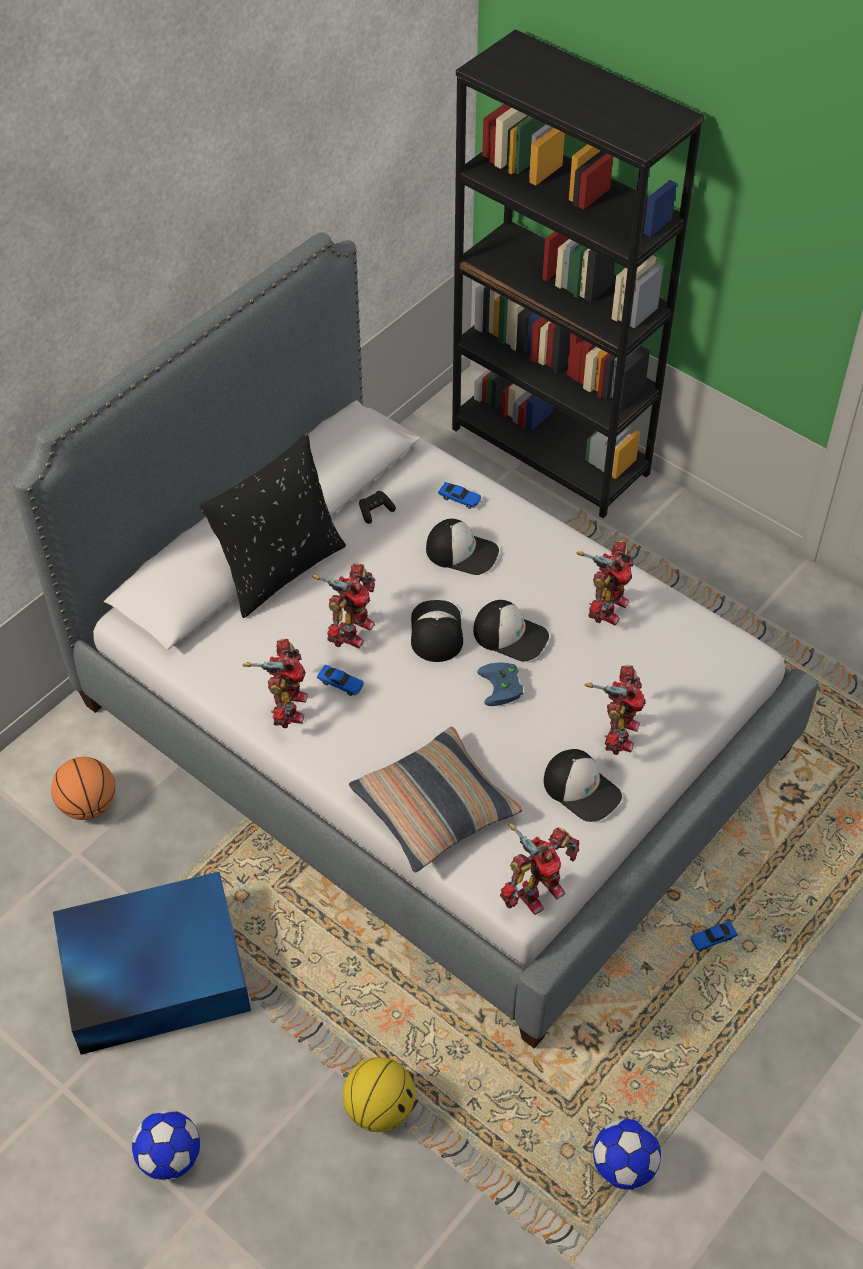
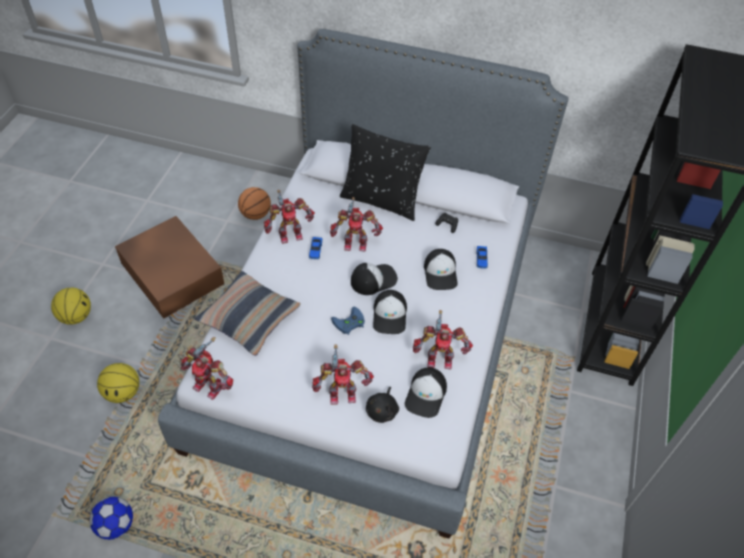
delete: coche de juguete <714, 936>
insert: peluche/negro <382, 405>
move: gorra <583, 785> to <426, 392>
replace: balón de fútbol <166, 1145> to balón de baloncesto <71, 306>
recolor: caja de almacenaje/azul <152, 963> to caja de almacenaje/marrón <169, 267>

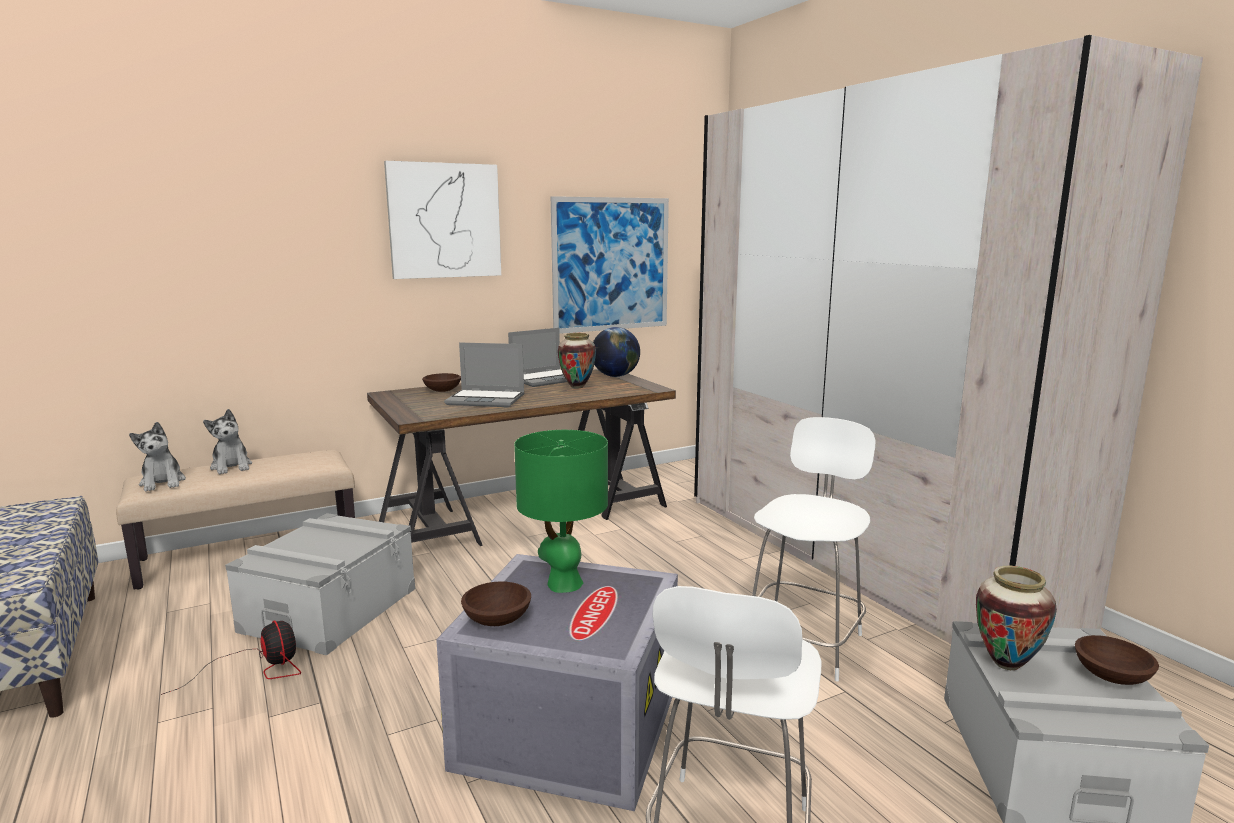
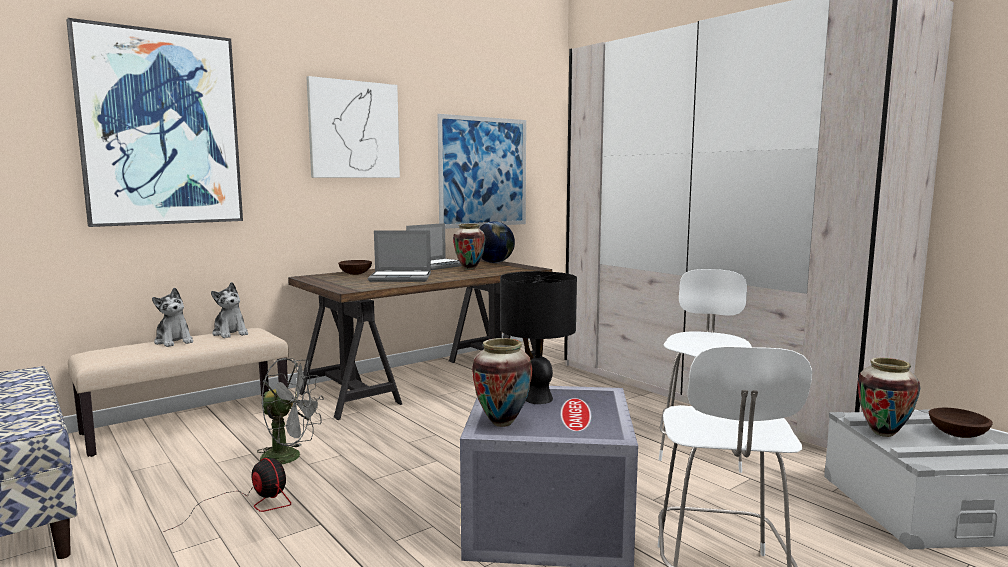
insert: cuadro <154, 122>
move: peluche <157, 456> to <229, 310>
replace: caja de almacenaje/gris <320, 584> to ventilador/gris <290, 411>; cuenco/marrón <496, 603> to florero <502, 382>
recolor: lámpara de mesa/verde <561, 511> to lámpara de mesa/negro <538, 337>

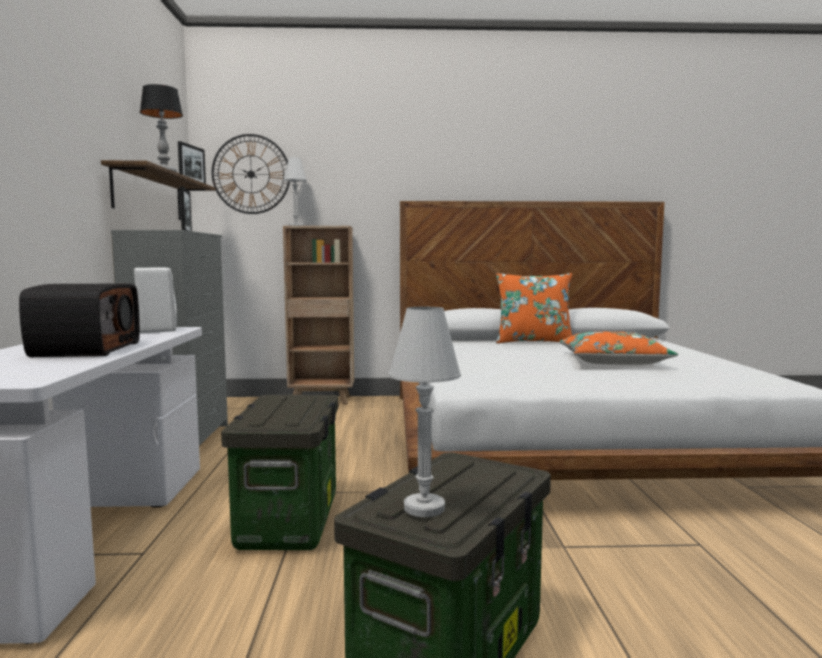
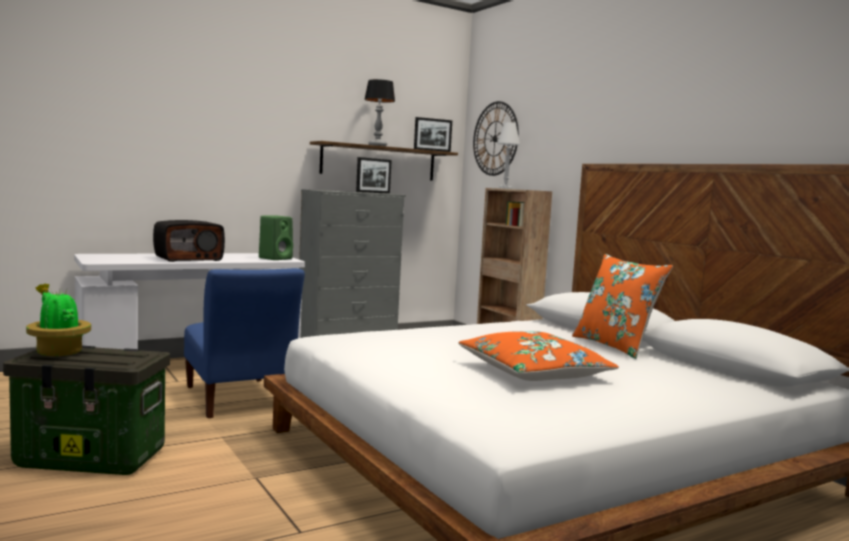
replace: caja de almacenaje <279, 472> to silla/azul <244, 343>; lámpara de mesa/blanco <425, 412> to planta en maceta <58, 320>
recolor: altavoz/blanco <155, 300> to altavoz/verde <276, 238>

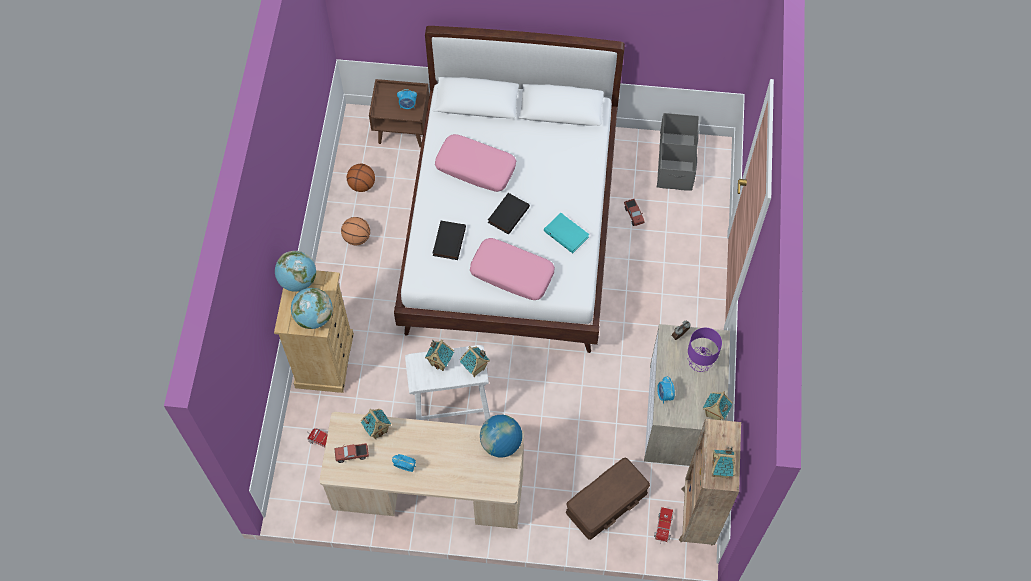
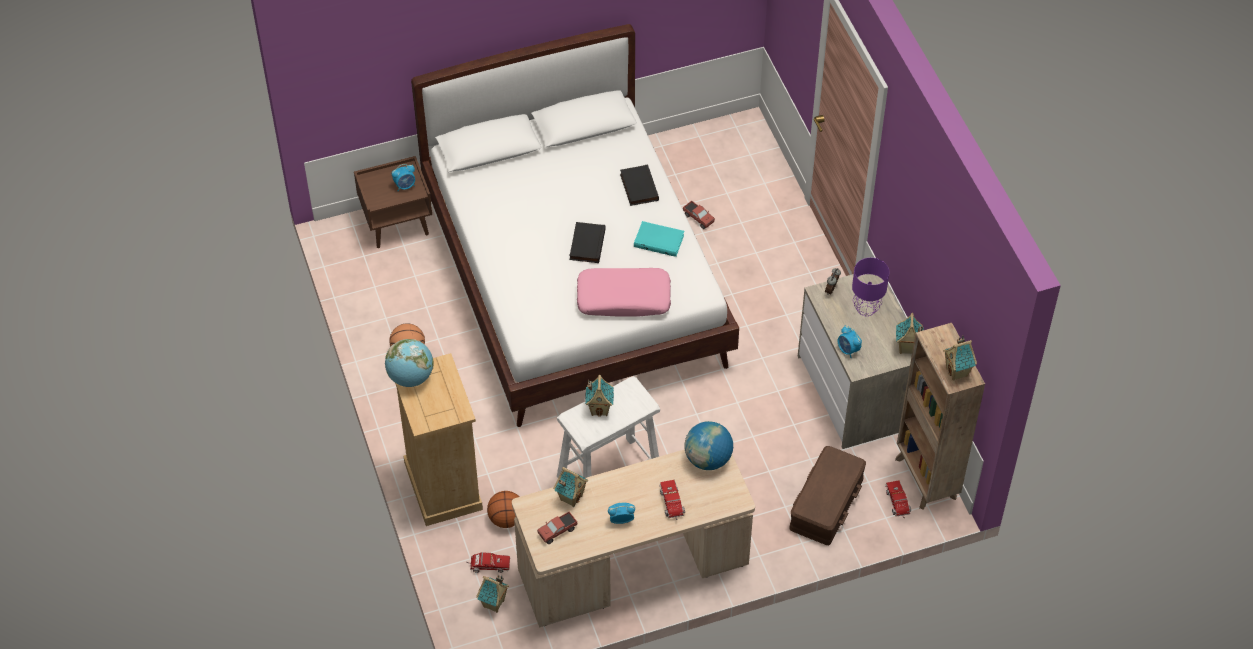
delete: globo terráqueo <312, 308>; cojín/rosa <475, 163>; caja de almacenaje/gris <678, 152>
insert: camión de juguete <672, 500>
move: balón de baloncesto <361, 178> to <503, 509>; libro/negro <449, 240> to <639, 185>; casita <475, 361> to <492, 594>

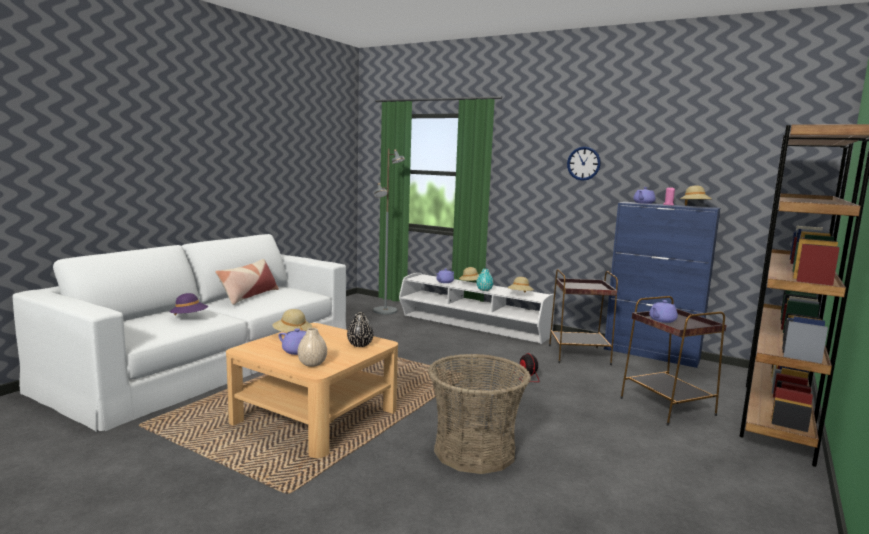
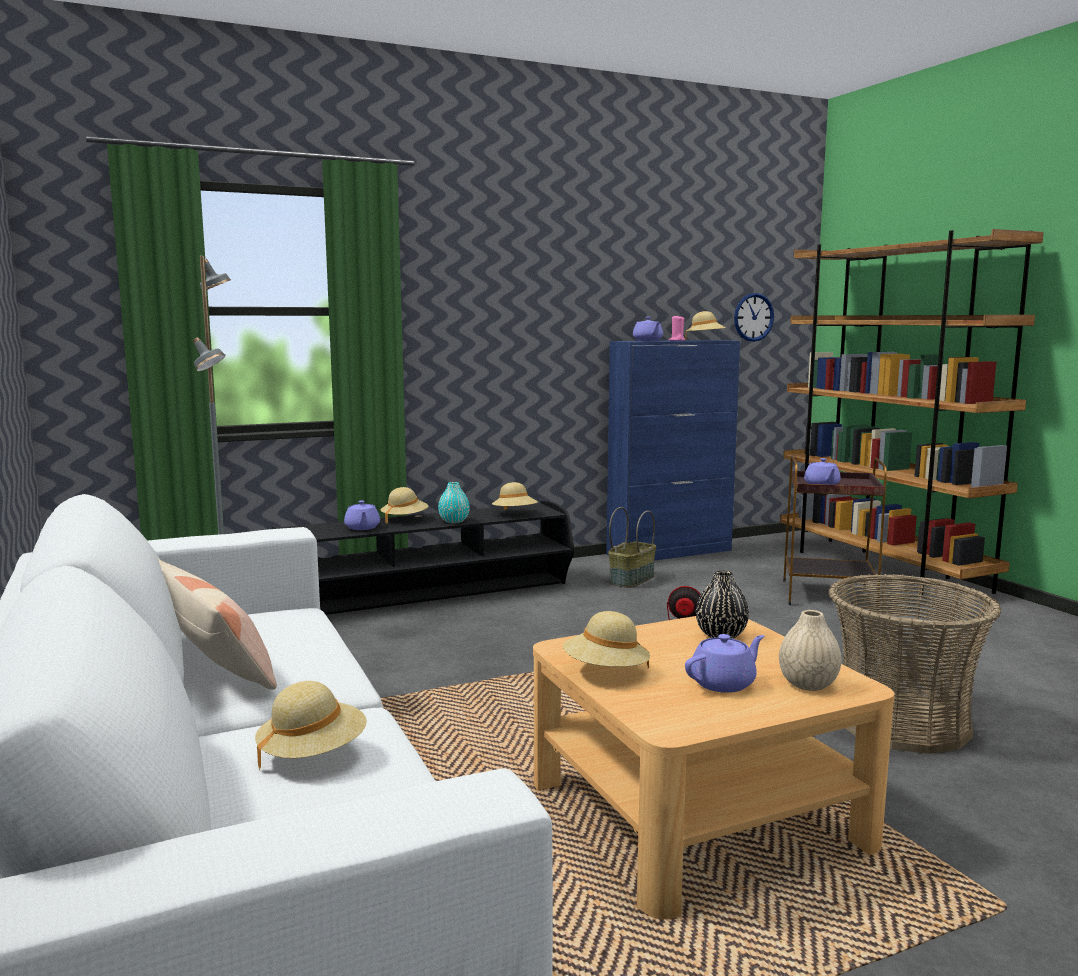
move: reloj de pared <584, 164> to <754, 317>
replace: mesa auxiliar/marrón <583, 317> to cesta <632, 547>
recolor: sombrero/morado <189, 304> to sombrero/beis <311, 725>; mueble de televisión/blanco <477, 308> to mueble de televisión/negro <423, 558>

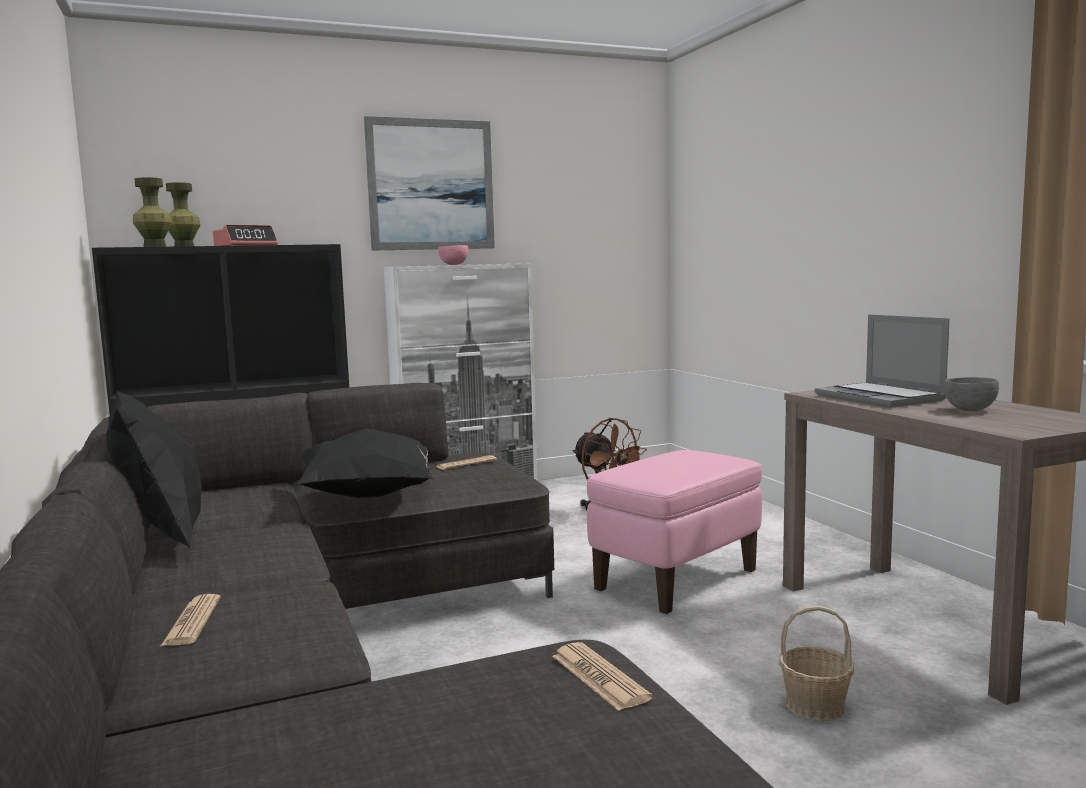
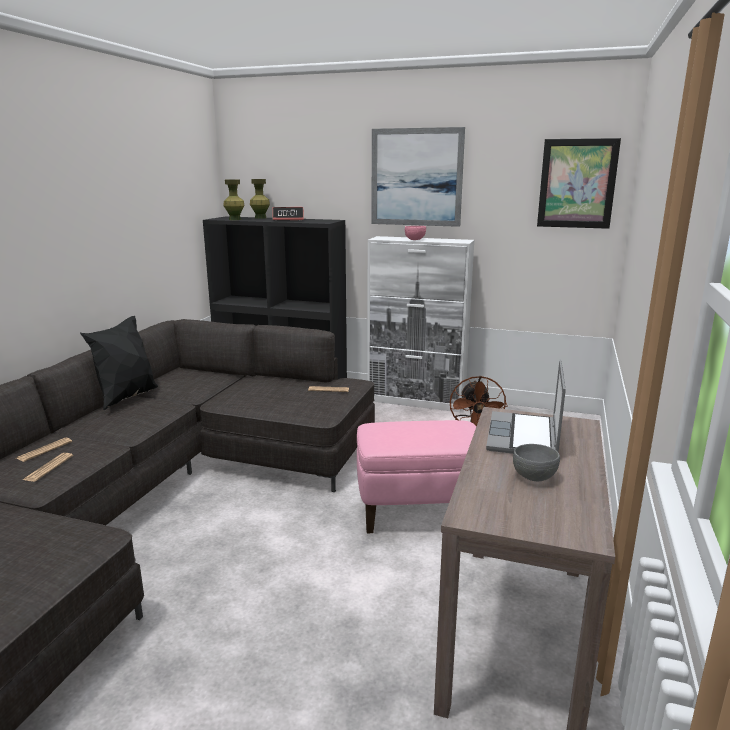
delete: cojín/negro <363, 463>; cesta <816, 663>
insert: cuadro <579, 183>
move: periódico <602, 676> to <48, 467>

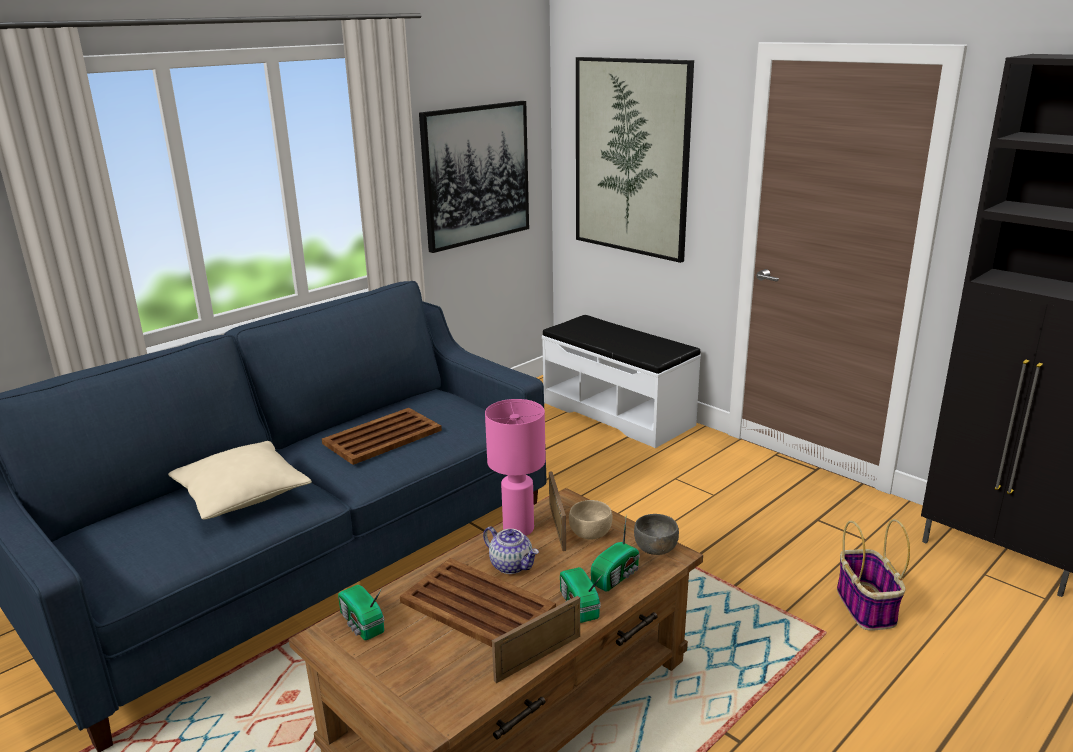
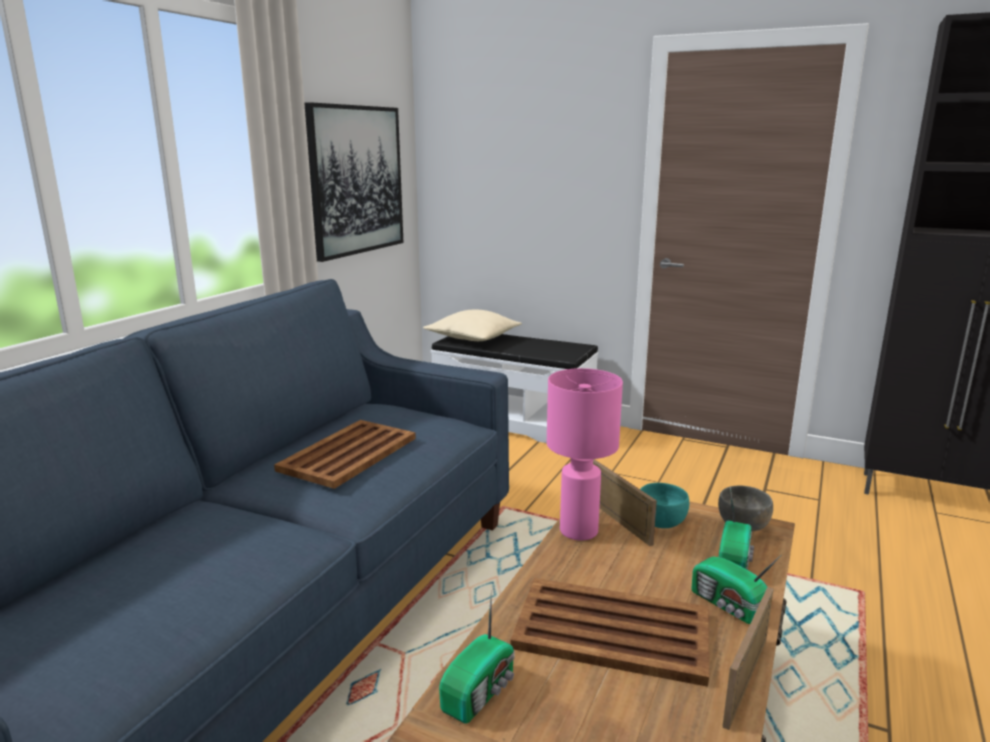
delete: tetera <511, 550>; cuadro <635, 160>; cesta <873, 575>
move: cojín/beis <240, 480> to <472, 325>
recolor: cuenco/beis <591, 519> to cuenco/turquesa <664, 505>
rotate: radio <361, 612> = <477, 657> 90 degrees counterclockwise

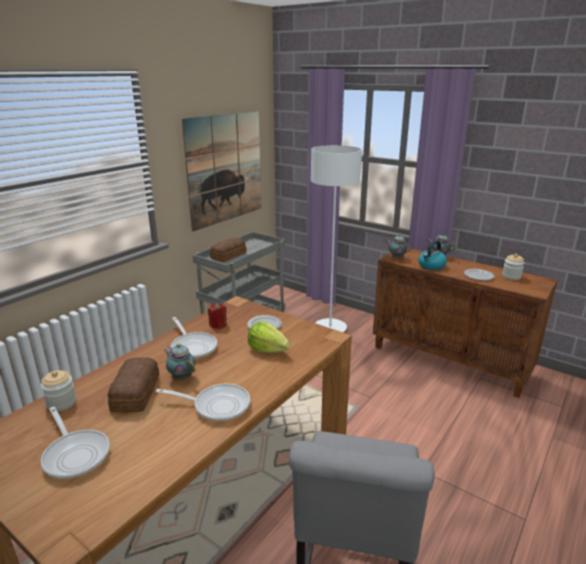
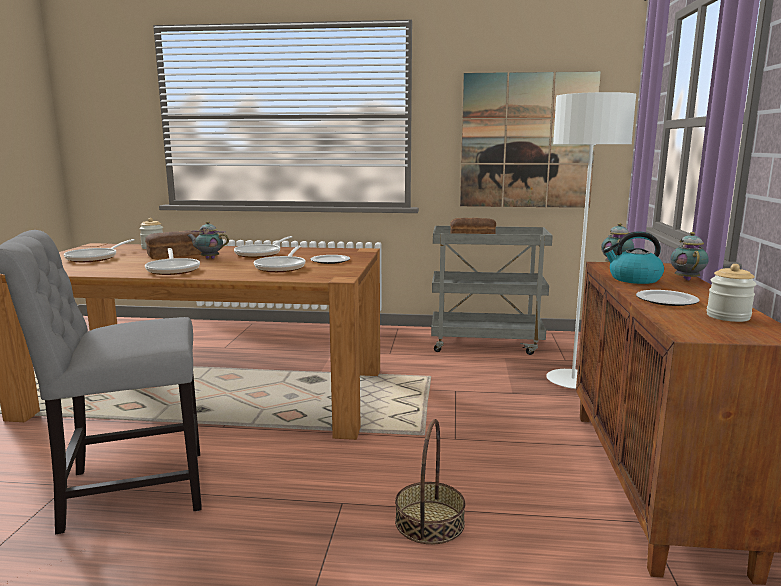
delete: vela/rojo <217, 316>
insert: cesta <430, 481>
replace: lechuga <269, 337> to sartén <279, 259>
rotate: tetera <179, 361> = <208, 240> 90 degrees counterclockwise

